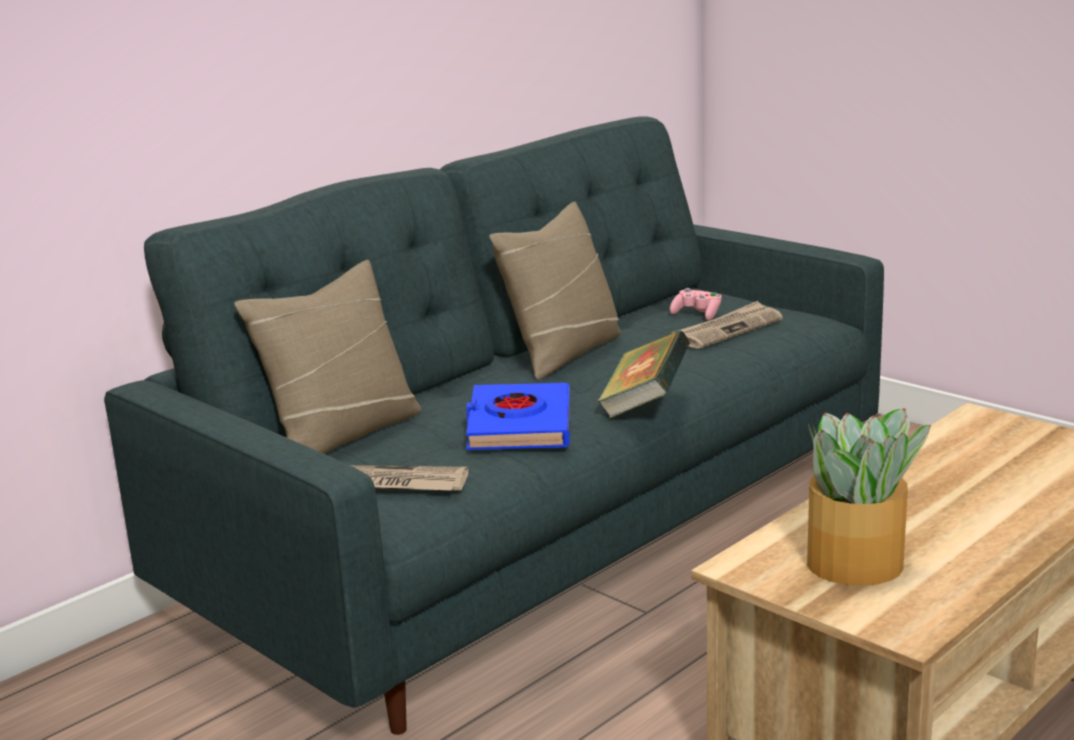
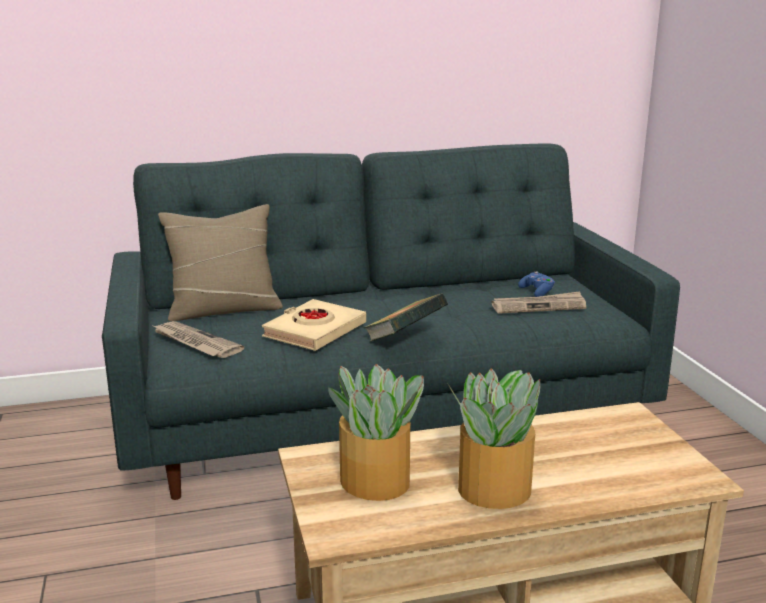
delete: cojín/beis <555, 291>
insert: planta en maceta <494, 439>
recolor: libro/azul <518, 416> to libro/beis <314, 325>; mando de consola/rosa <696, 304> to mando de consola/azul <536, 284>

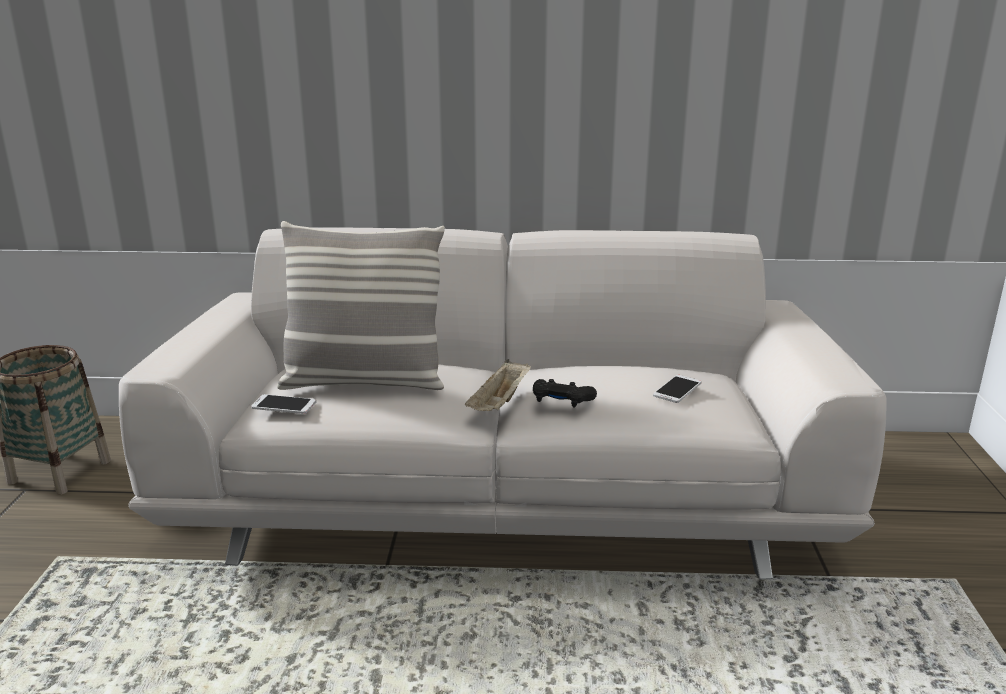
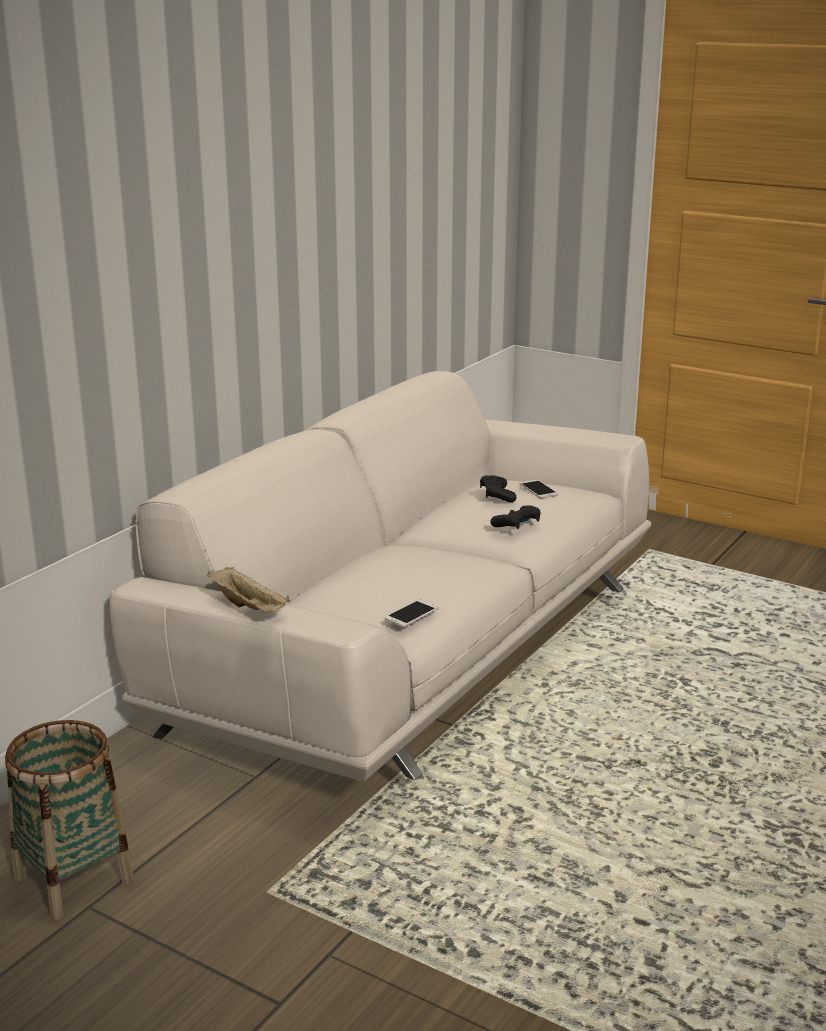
delete: cojín <361, 305>
insert: mando de consola/negro <498, 489>
move: bandeja/beis <498, 385> to <248, 589>

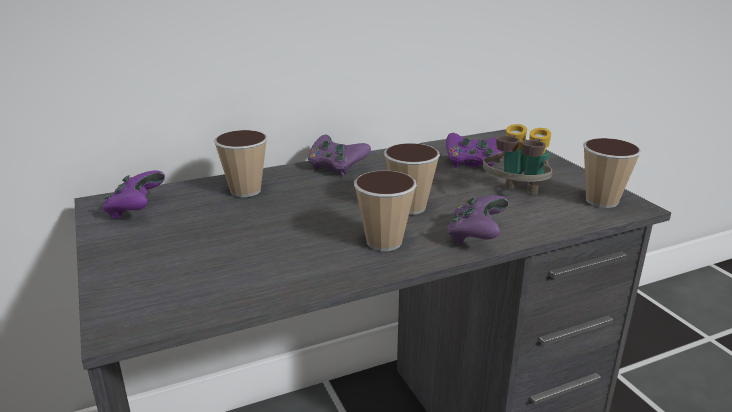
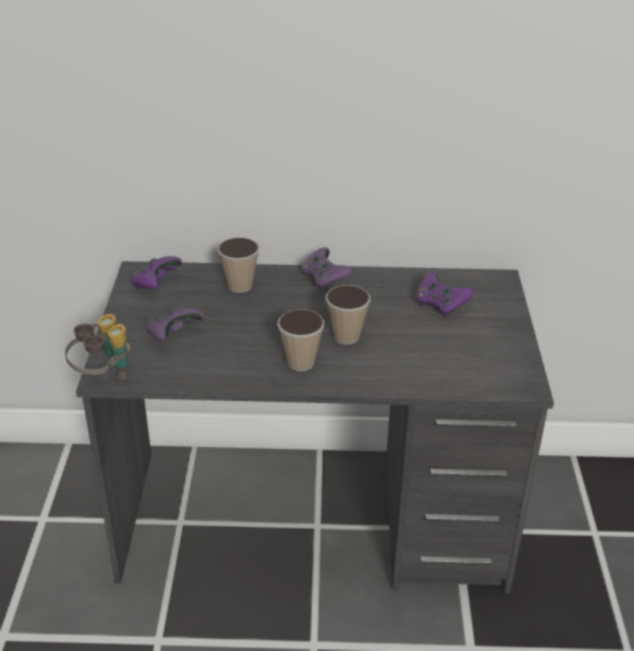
delete: taza <612, 173>
move: mando de consola/morado <478, 219> to <175, 325>; prismáticos <517, 159> to <98, 347>

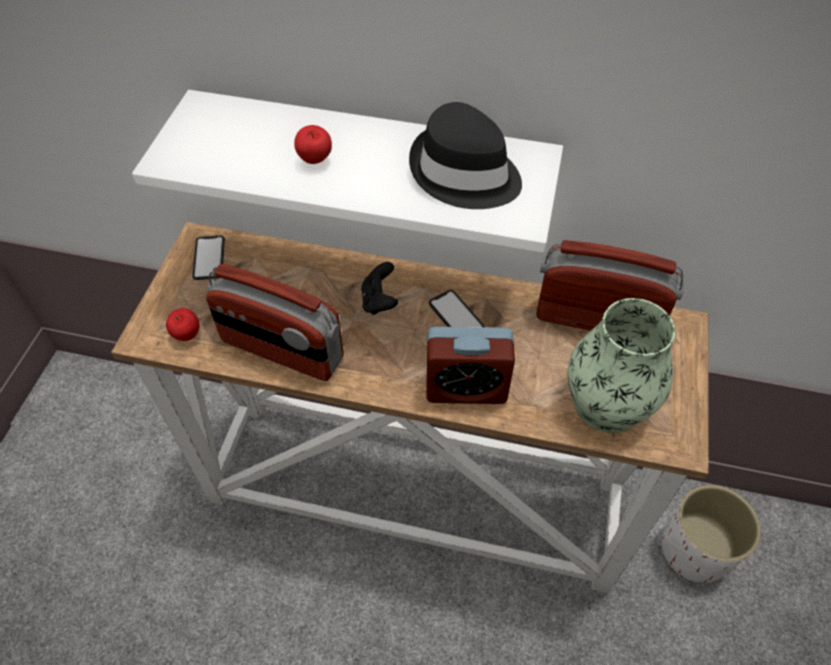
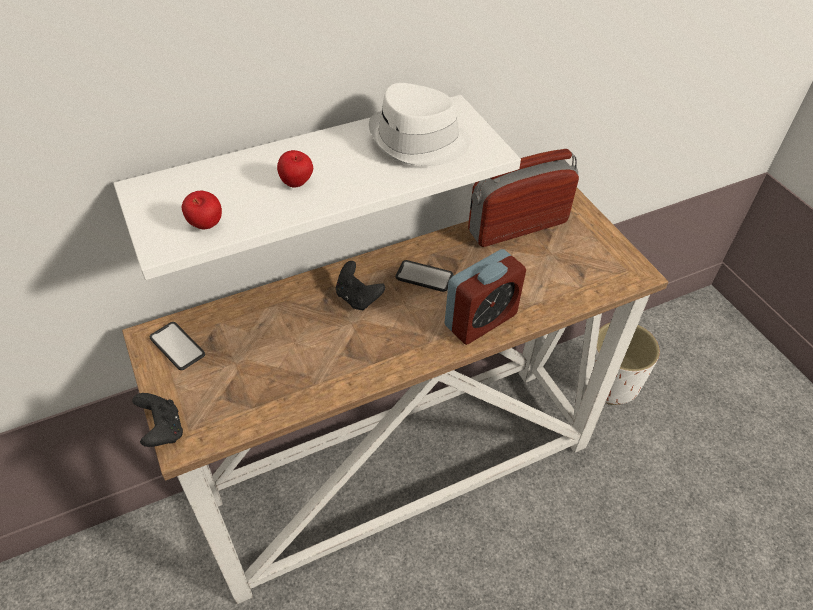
delete: radio <275, 322>; florero <621, 365>
insert: mando de consola/negro <157, 420>
move: manzana <183, 324> to <202, 210>
recolor: sombrero/negro <465, 155> to sombrero/blanco <420, 124>

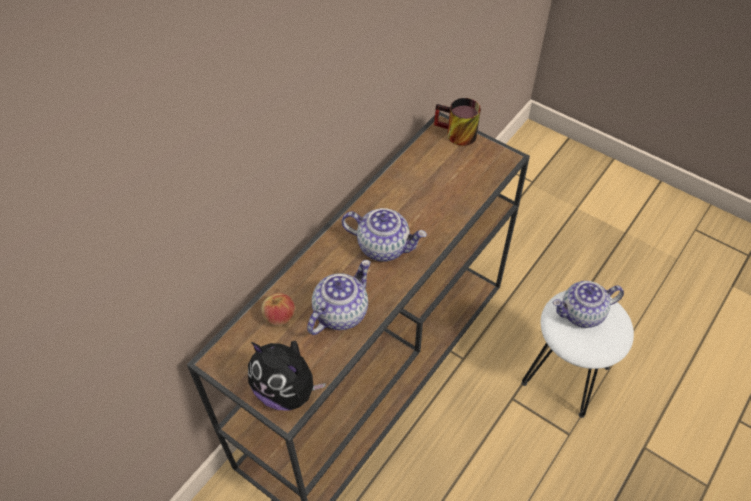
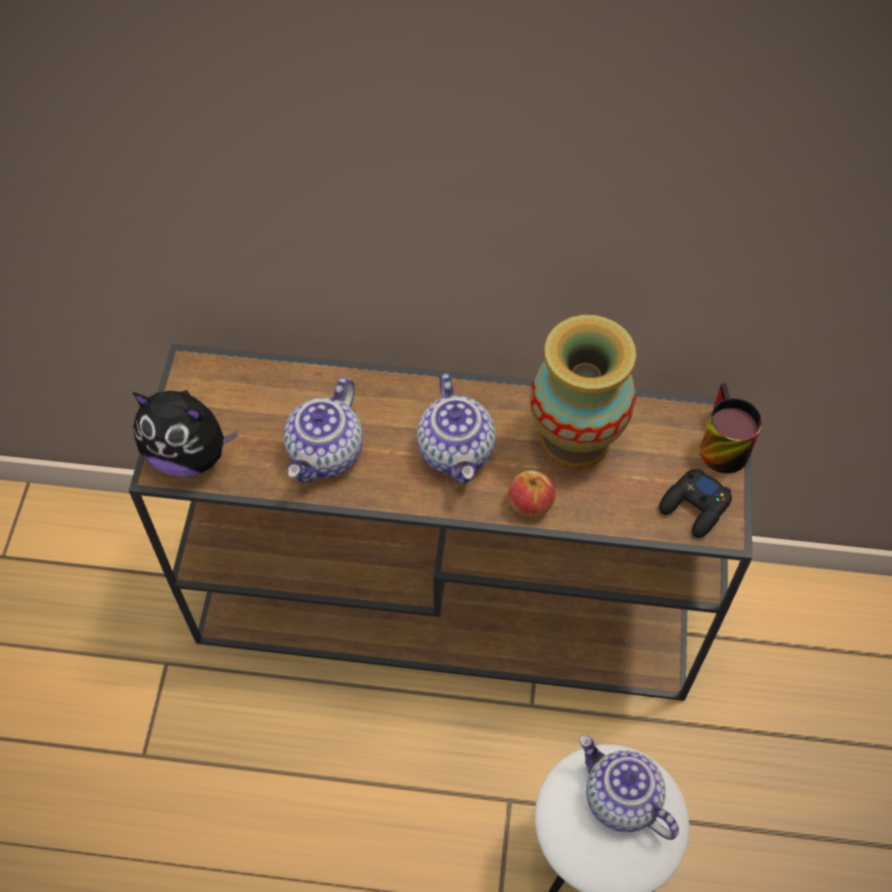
insert: florero <583, 392>; mando de consola/negro <695, 503>
move: manzana <278, 310> to <531, 493>
rotate: peluche <287, 376> = <185, 433> 75 degrees counterclockwise; tetera <338, 297> = <323, 430> 105 degrees clockwise

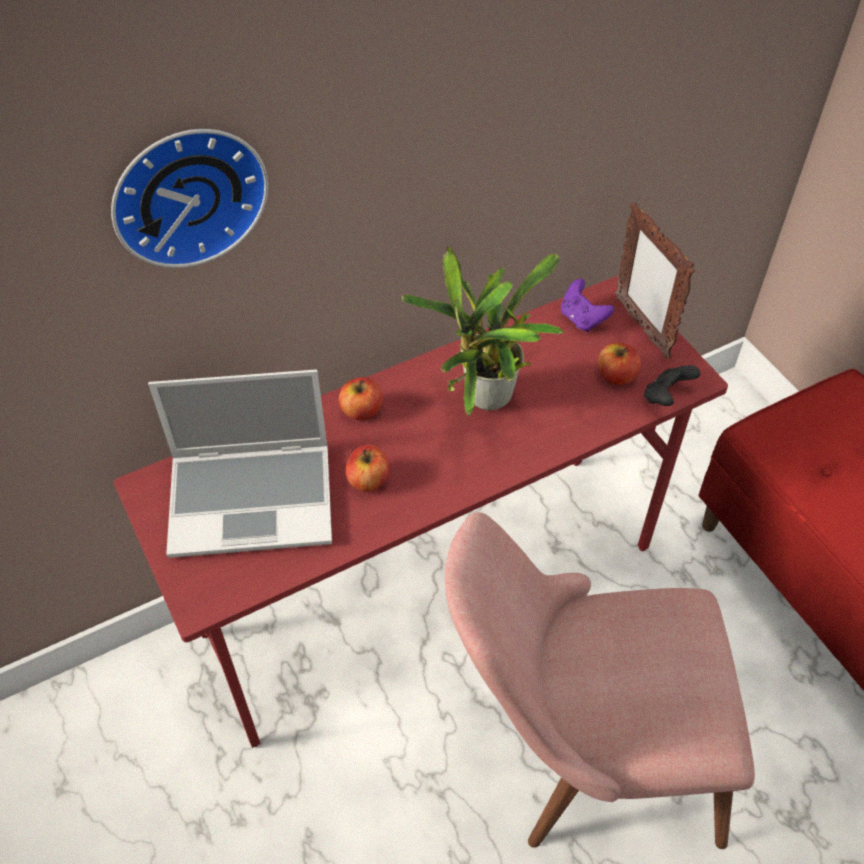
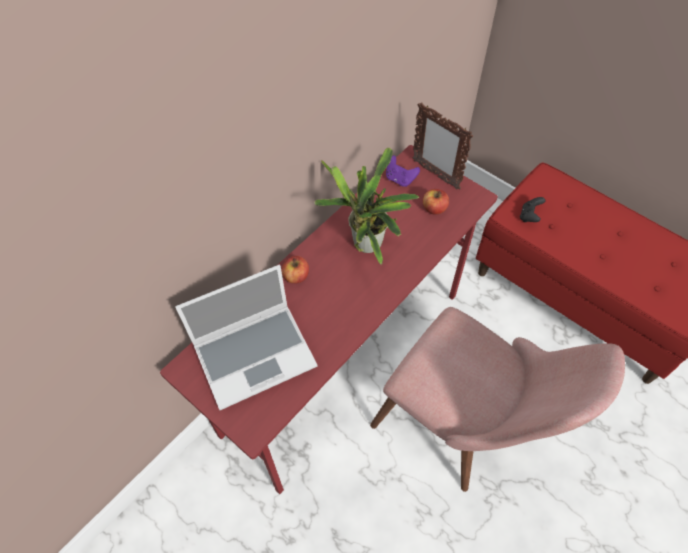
delete: reloj de pared <189, 198>; manzana <367, 468>
move: mando de consola/negro <672, 385> to <532, 209>
rotate: silla/rosa <600, 680> = <497, 399> 120 degrees counterclockwise

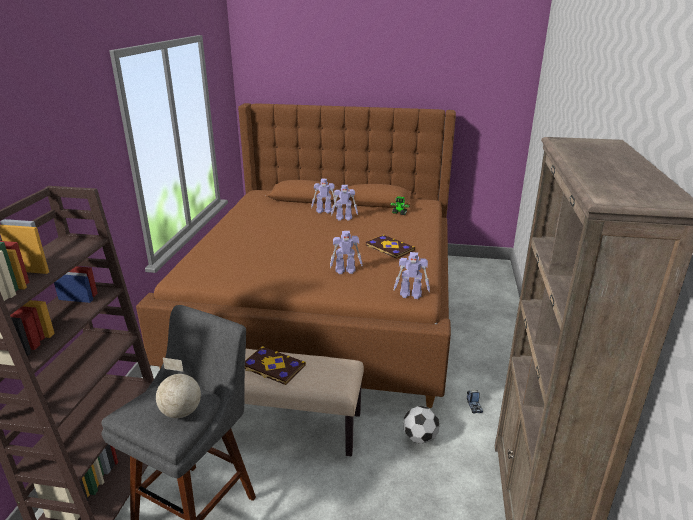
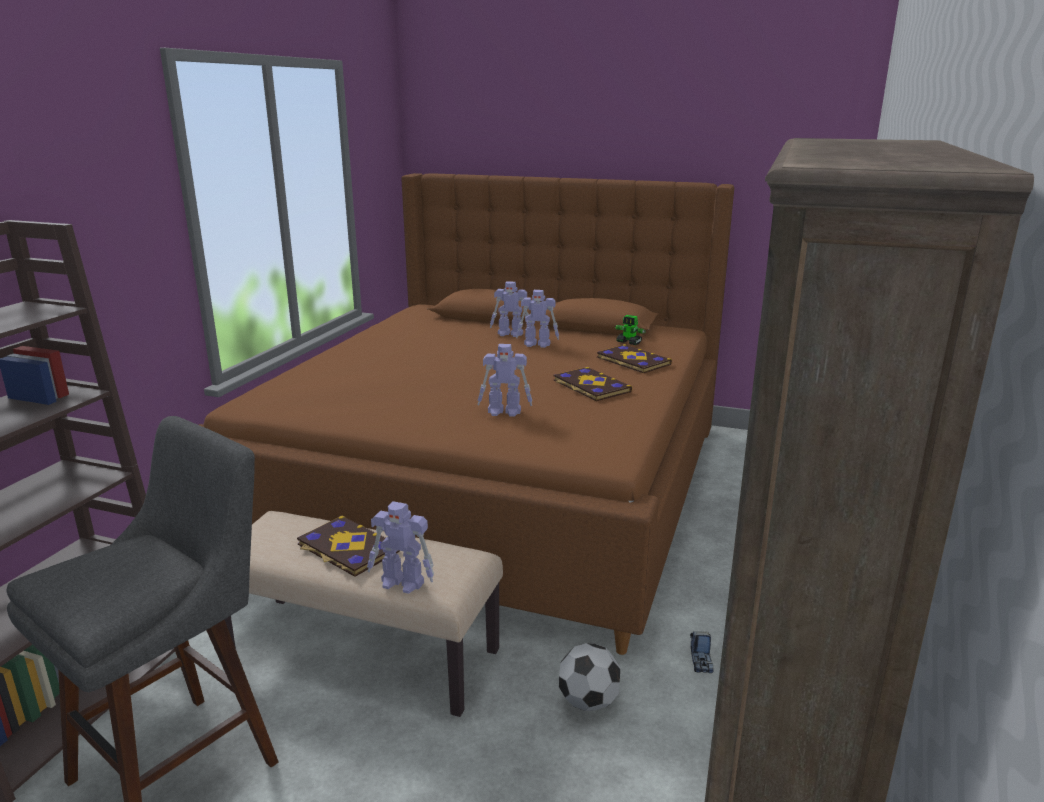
delete: globo terráqueo <178, 388>
insert: libro <634, 358>
move: robot de juguete <412, 275> to <400, 547>

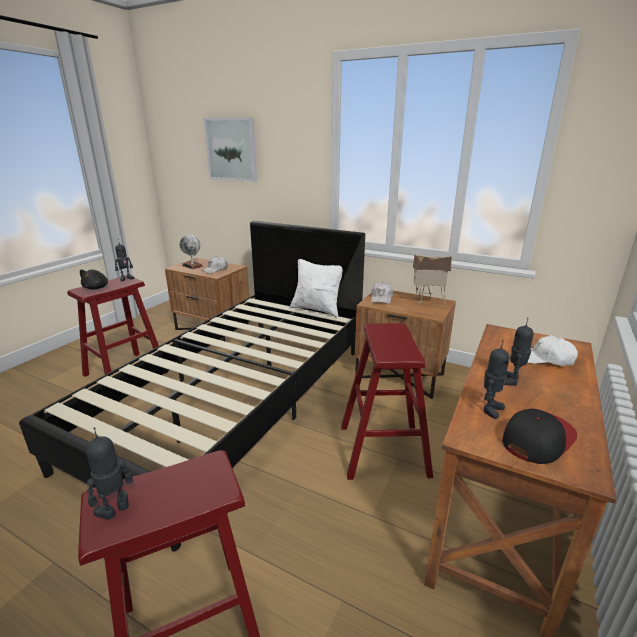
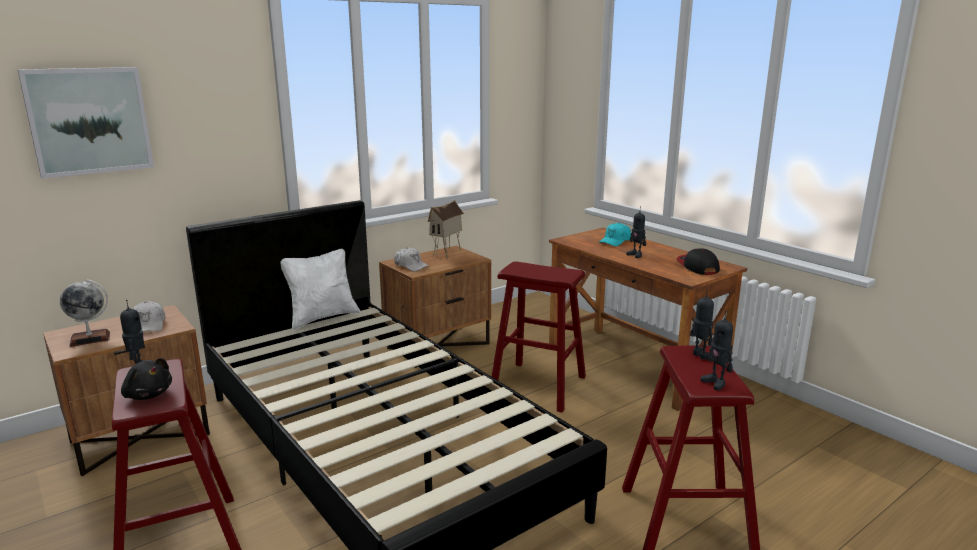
move: robot de juguete <496, 379> to <702, 324>
recolor: gorra/blanco <552, 351> to gorra/turquesa <615, 234>

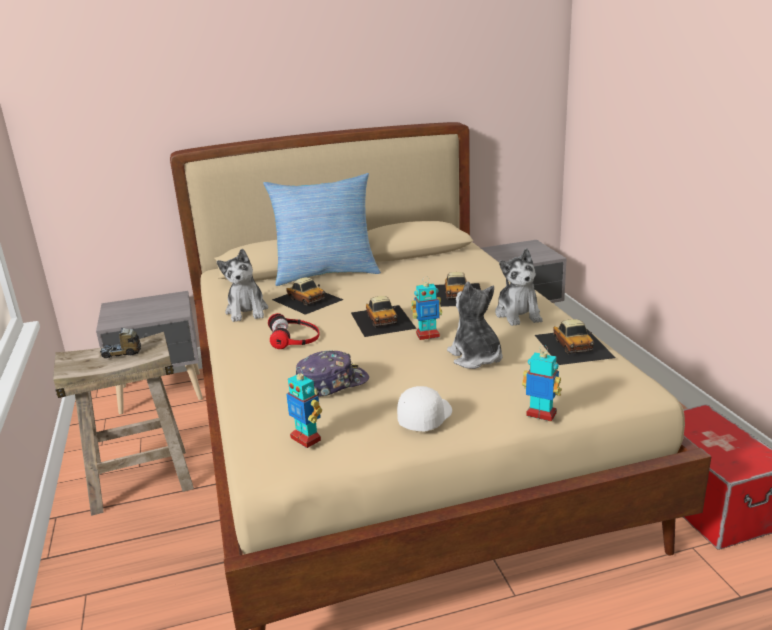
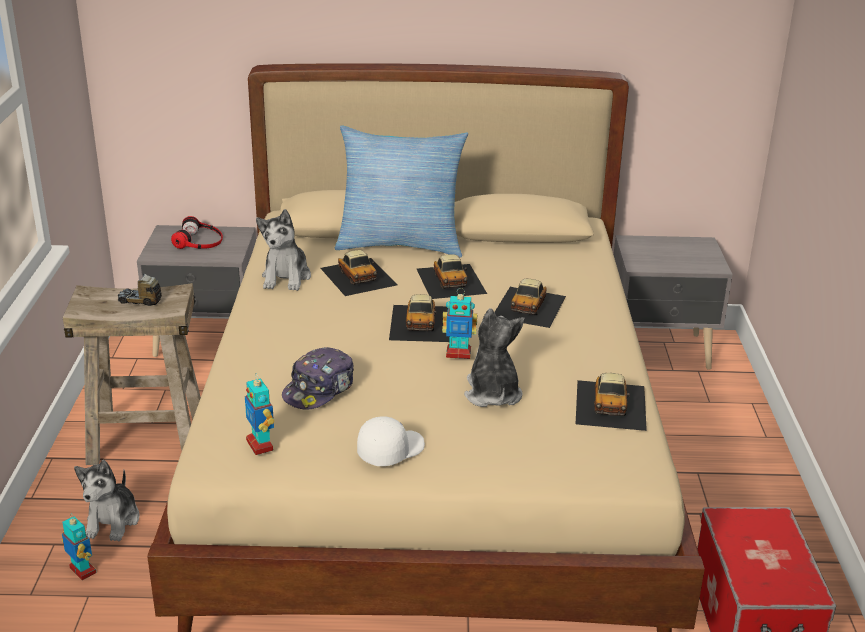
insert: coche de juguete <452, 276>
move: auriculares <294, 331> to <197, 232>; peluche <518, 287> to <107, 501>; robot de juguete <542, 383> to <79, 546>
rotate: gorra <332, 373> = <318, 378> 135 degrees clockwise

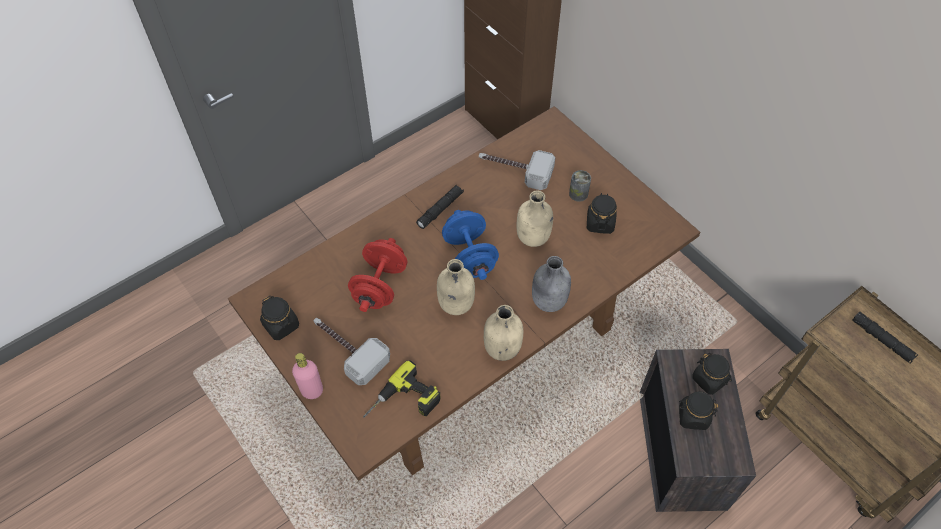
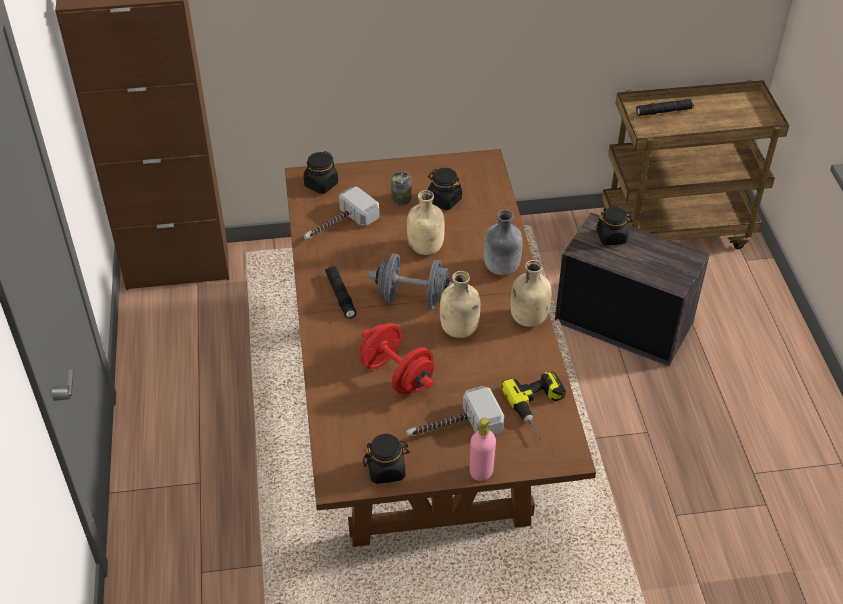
move: tarro/negro <698, 410> to <320, 172>
recolor: mancuerna/azul <470, 245> to mancuerna/gris <411, 281>

